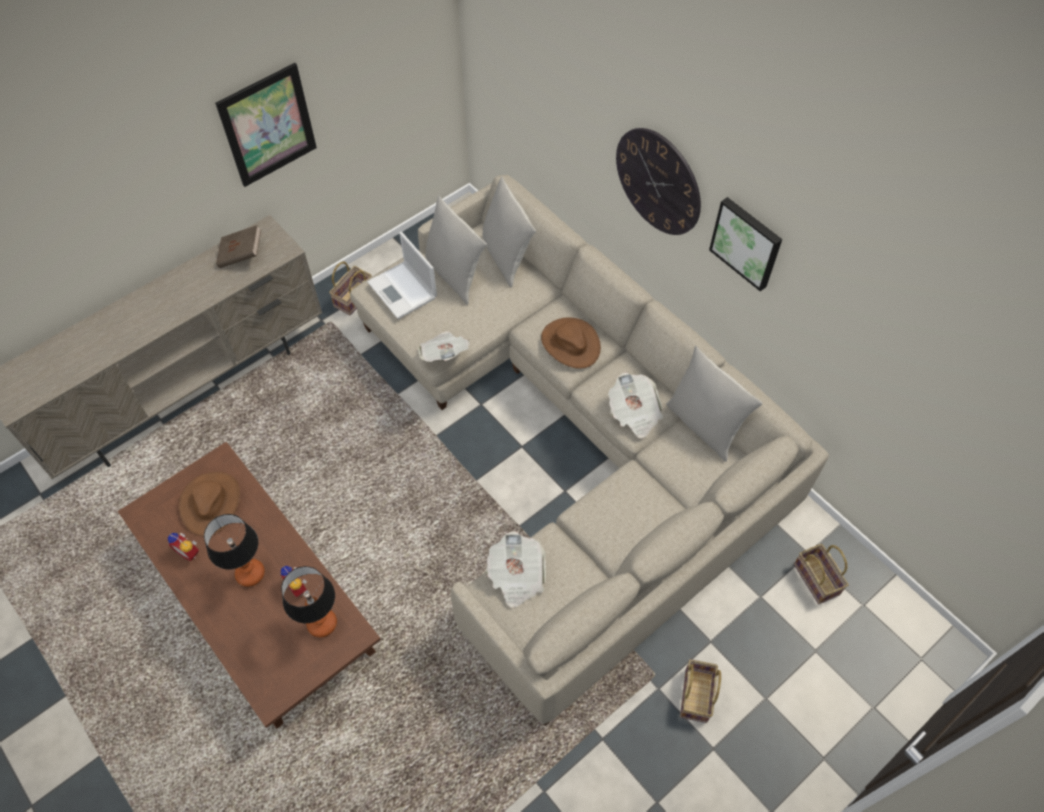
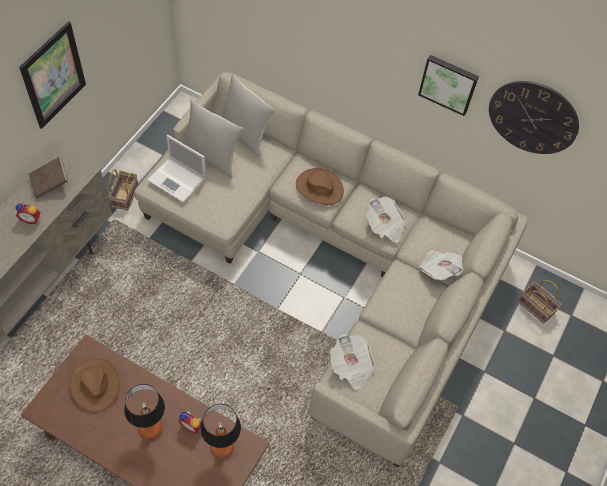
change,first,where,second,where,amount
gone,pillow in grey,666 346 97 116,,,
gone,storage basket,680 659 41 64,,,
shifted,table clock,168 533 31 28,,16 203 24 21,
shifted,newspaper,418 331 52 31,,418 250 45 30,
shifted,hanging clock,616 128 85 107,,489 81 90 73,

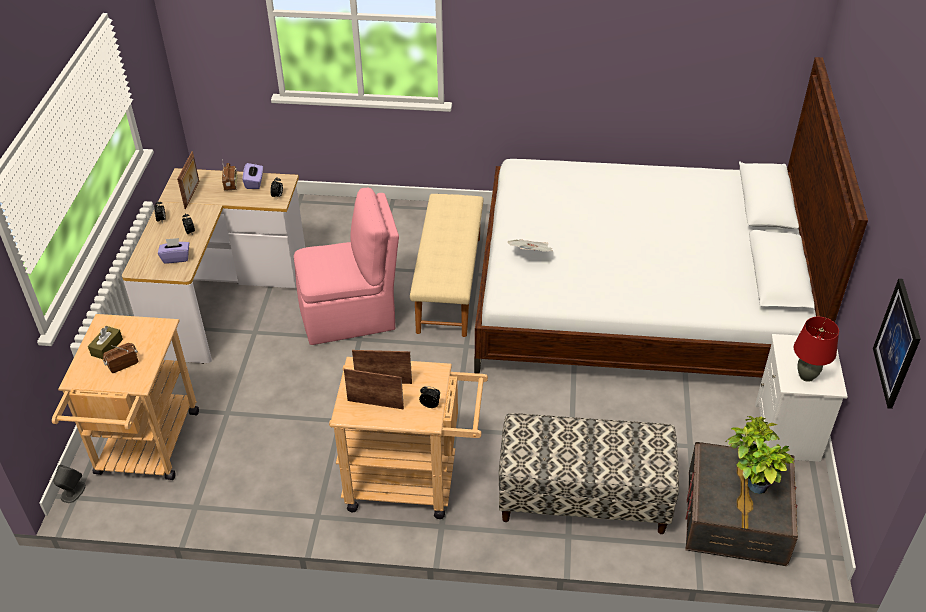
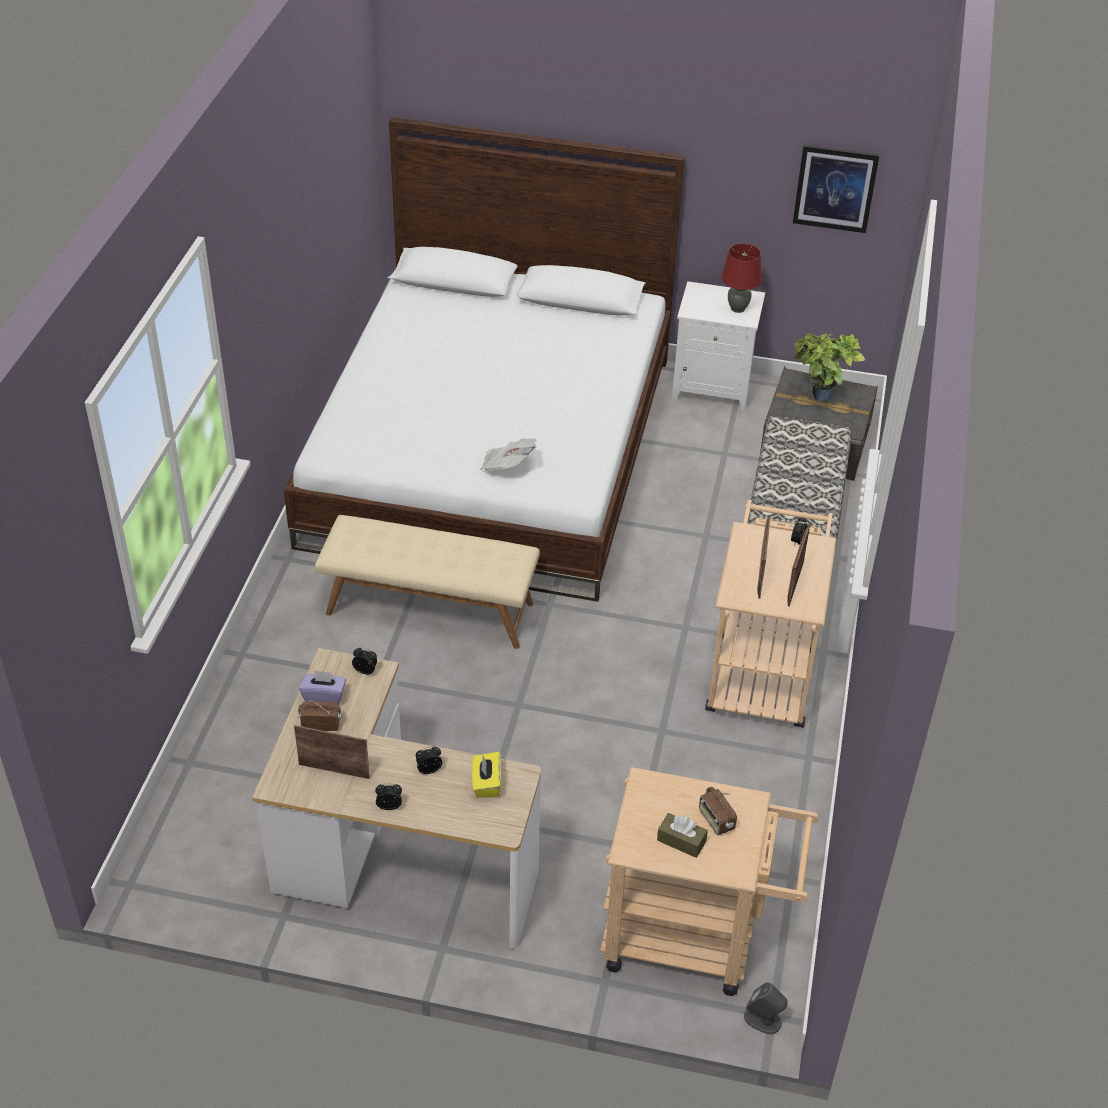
change,first,where,second,where,amount
gone,upright chair in pinkish,294 187 105 158,,,
repainted,tissue box in purple-coloured,158 238 31 26,tissue box in yellow,472 752 29 45,

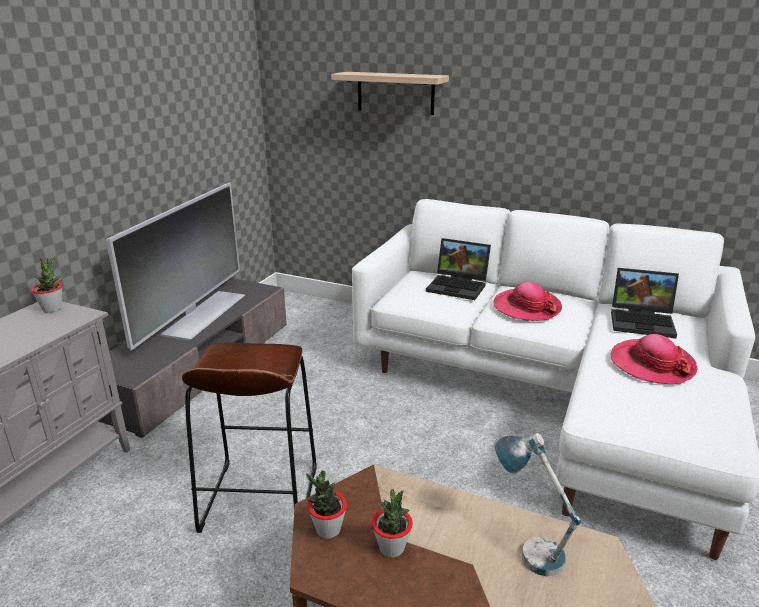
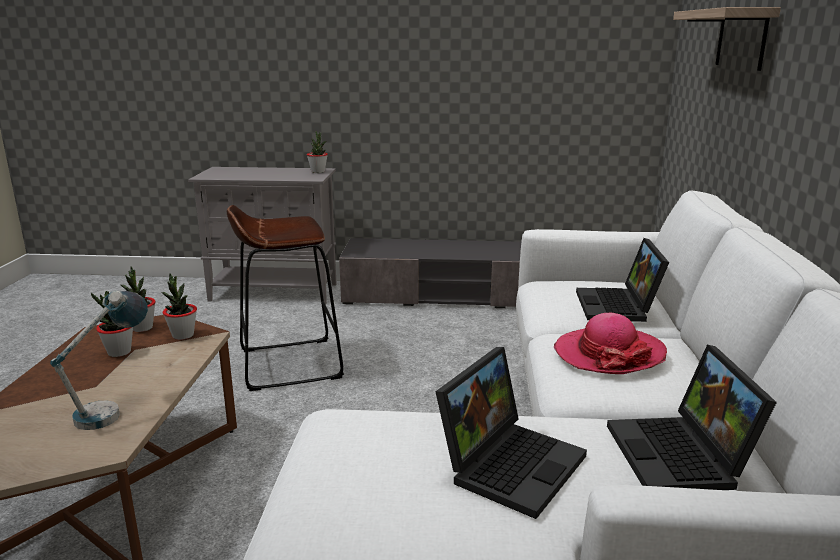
change,first,where,second,where,amount
gone,TV set,106 182 139 169,,,
new,,,houseplant,161 273 36 67,
swapped,hat,610 334 88 50,portable computer,435 347 152 172,

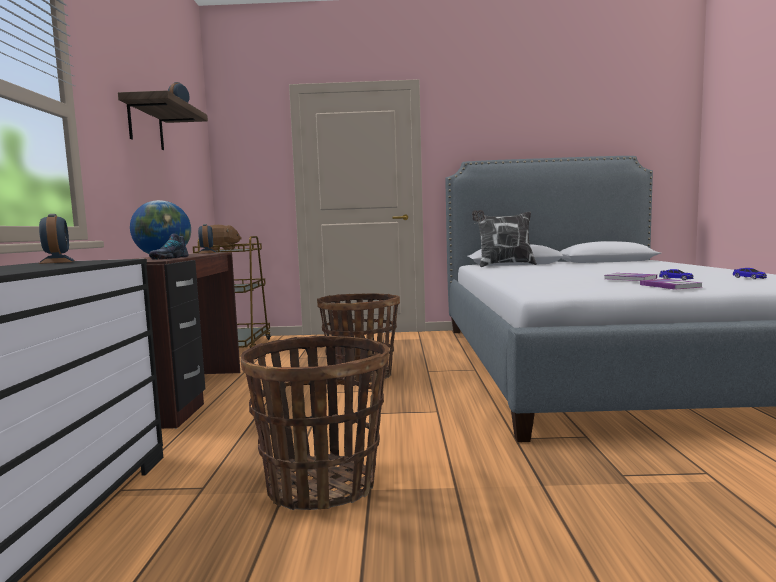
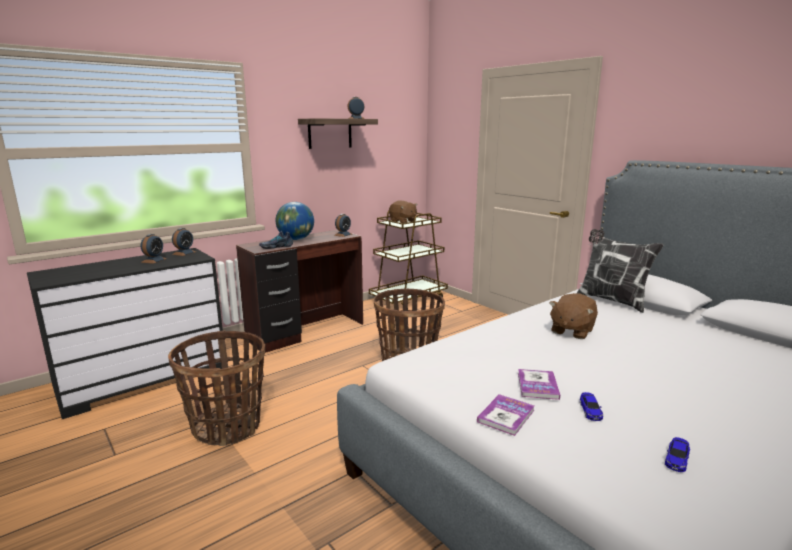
change,first,where,second,where,amount
new,,,table clock,141 234 26 30,
new,,,soft toy in brown-coloured,549 293 49 46,

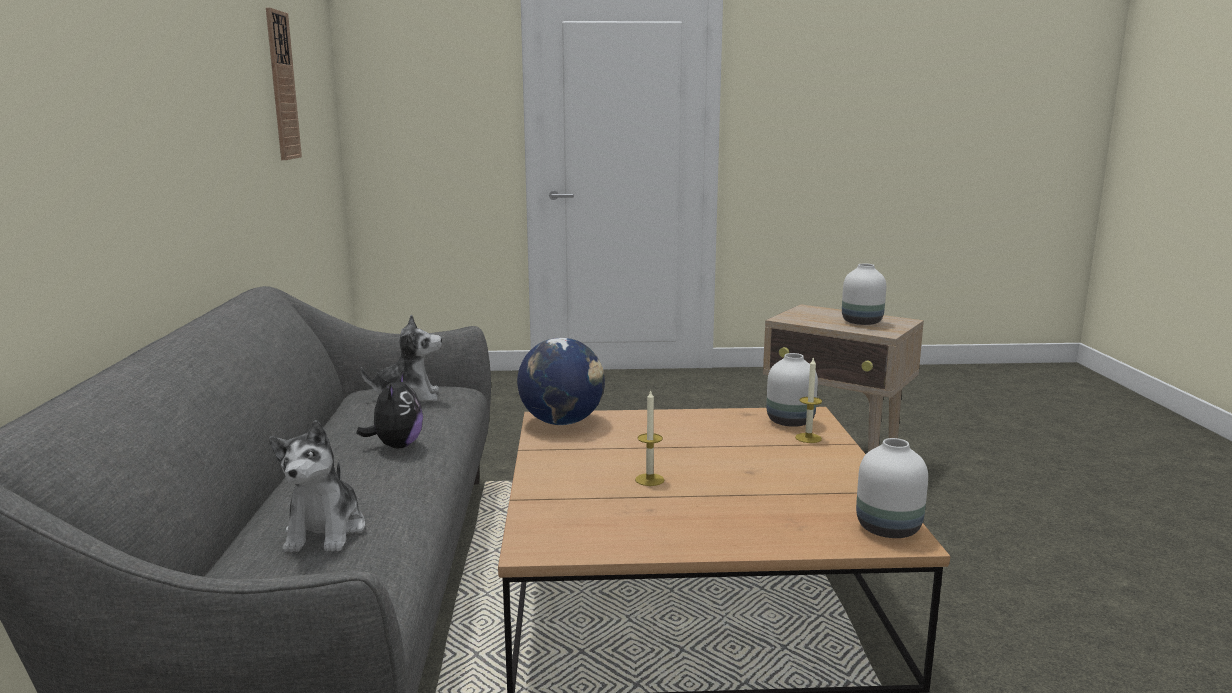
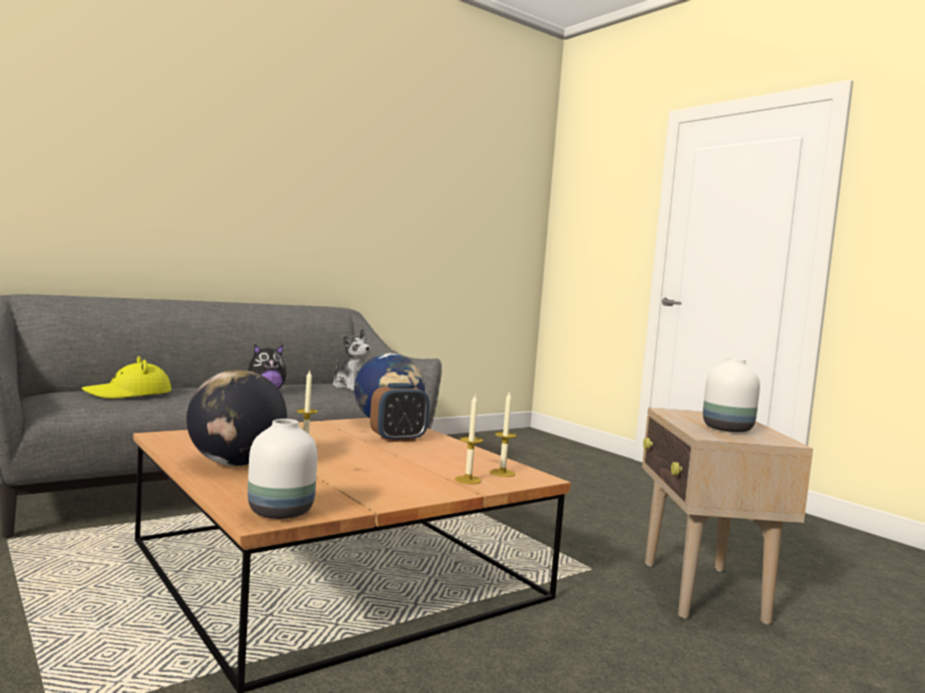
change,first,where,second,where,amount
gone,hanging clock,266 8 36 152,,,
new,,,globe,186 370 101 96,
new,,,table clock,370 383 59 59,
swapped,soft toy,269 420 96 132,hat in yellow,82 356 89 43,
swapped,decorative vase in whitish,767 353 51 74,candle,490 392 27 85,

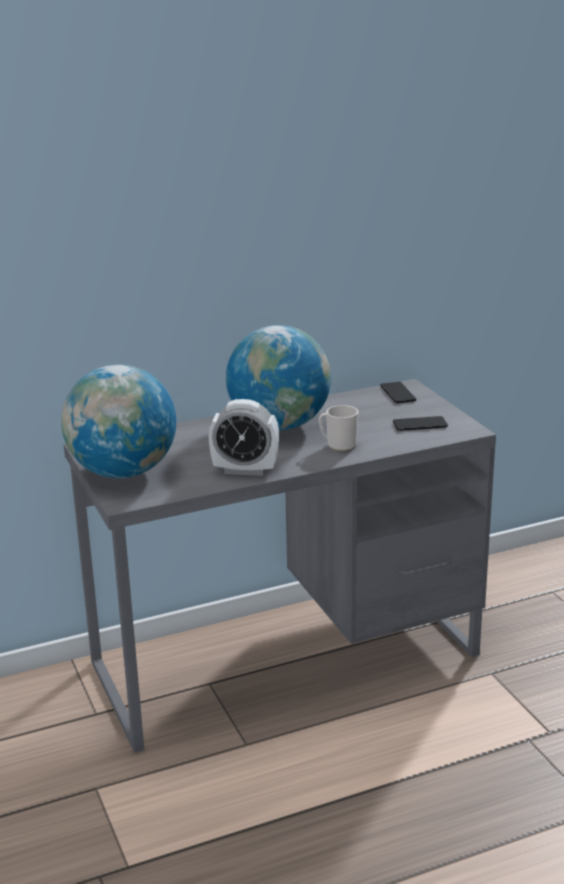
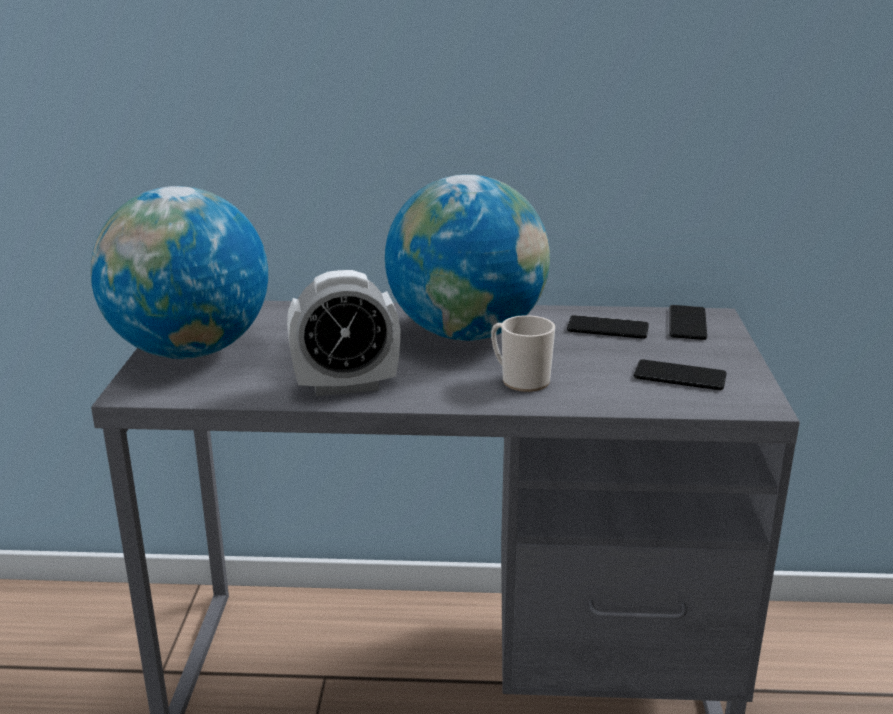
change,first,where,second,where,amount
new,,,handset,567 315 82 24,
rotated,table clock,208 399 71 77,,287 270 113 126,45 degrees counterclockwise

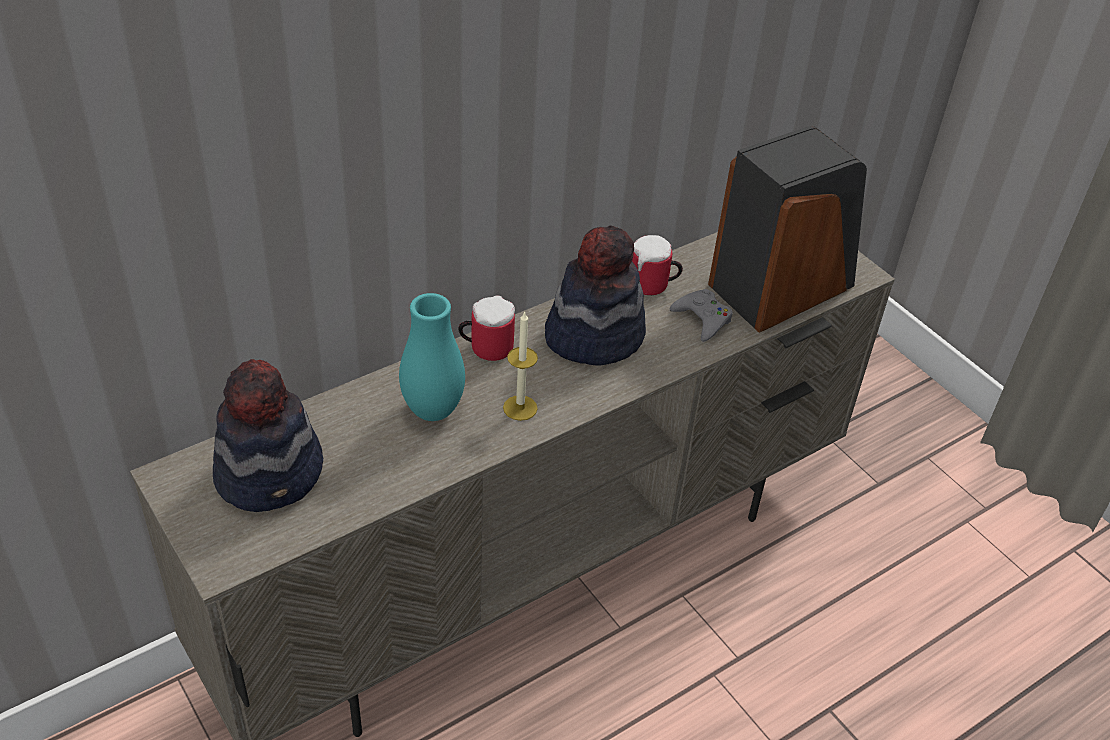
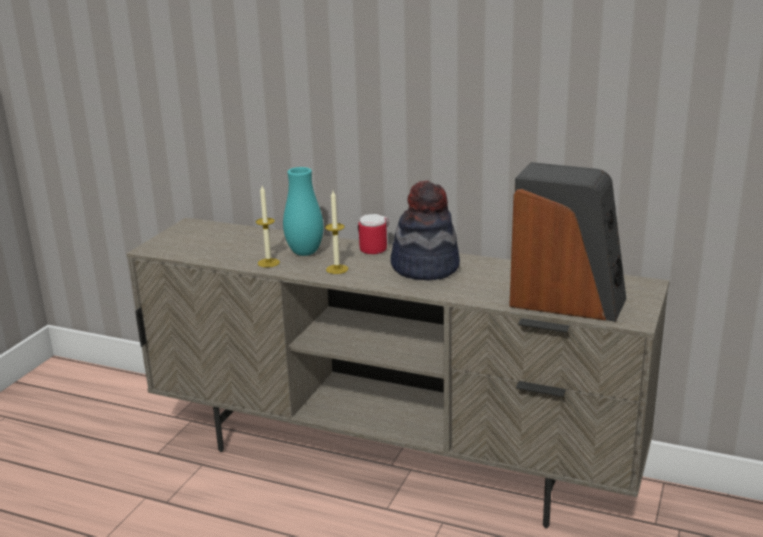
change,first,where,second,where,amount
gone,hat,213 359 110 153,,,
gone,mug,632 235 51 60,,,
gone,joypad in grey,670 289 63 53,,,
new,,,candle,256 186 24 81,

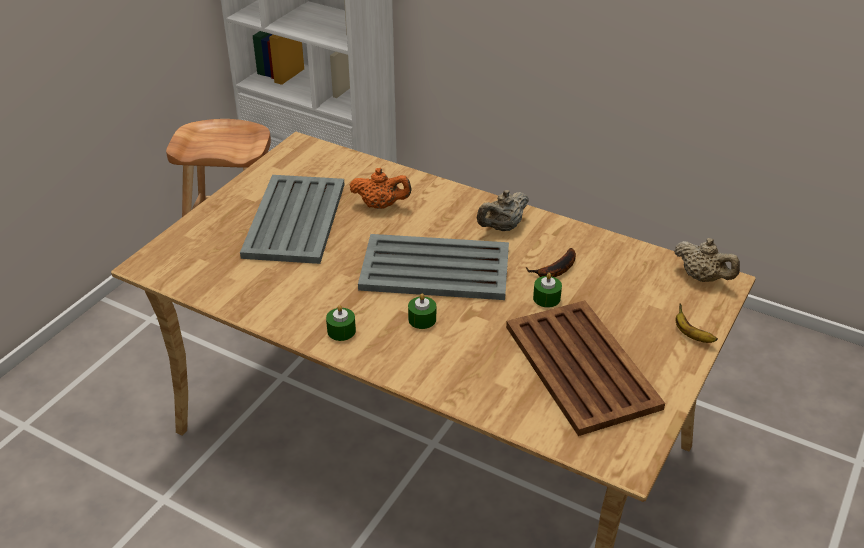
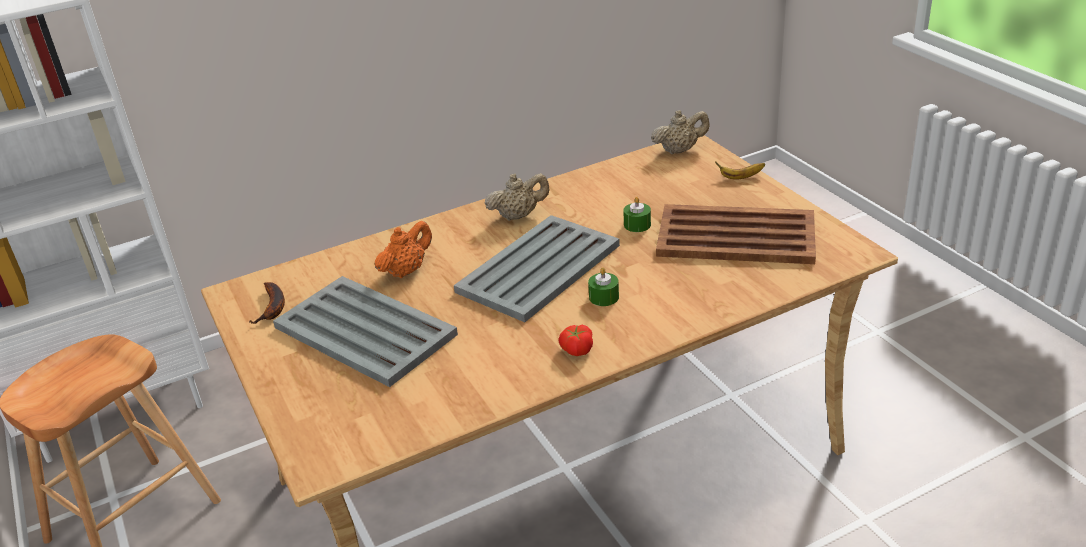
change,first,where,second,where,amount
shifted,banana fruit,526 248 50 29,,250 282 35 42,
swapped,candle in green,326 305 30 36,fresh tomato,559 325 34 31,
rotated,tea pot in beige-coloured,477 190 52 41,,484 173 65 48,105 degrees counterclockwise

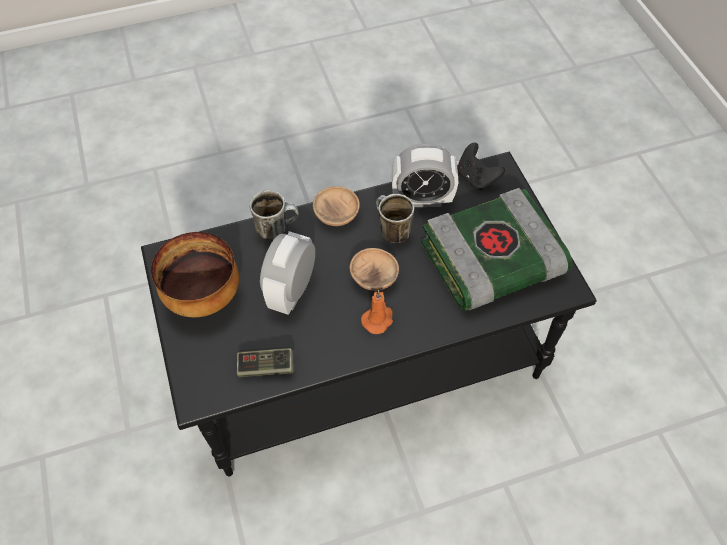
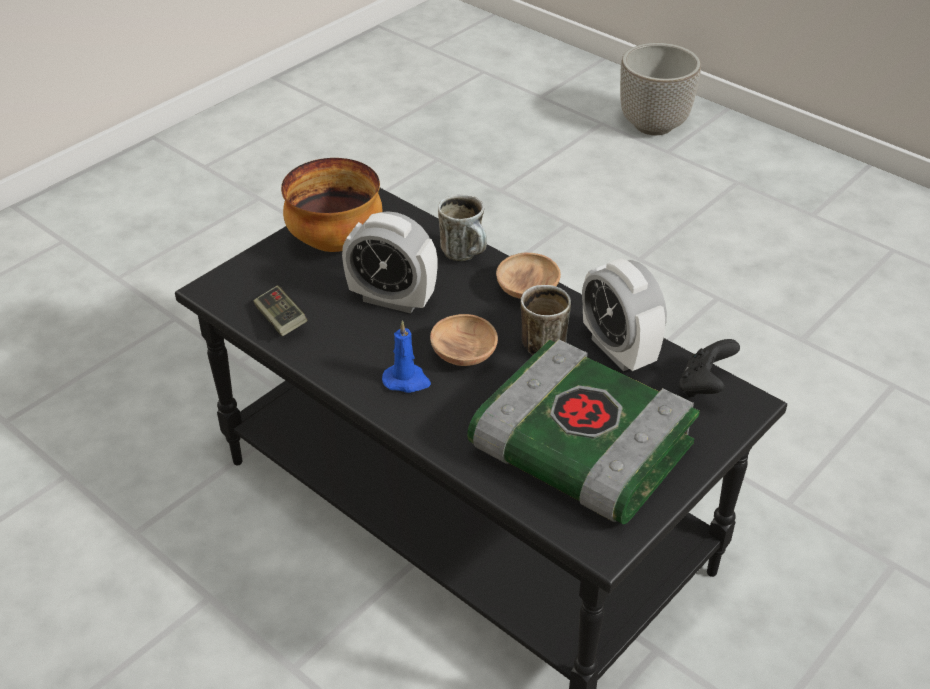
change,first,where,second,where,amount
new,,,plant pot,620 43 81 92,
repainted,candle in orangey,361 290 32 44,candle in blue,382 320 49 73,
rotated,table clock,260 231 55 84,,342 211 96 102,150 degrees counterclockwise

